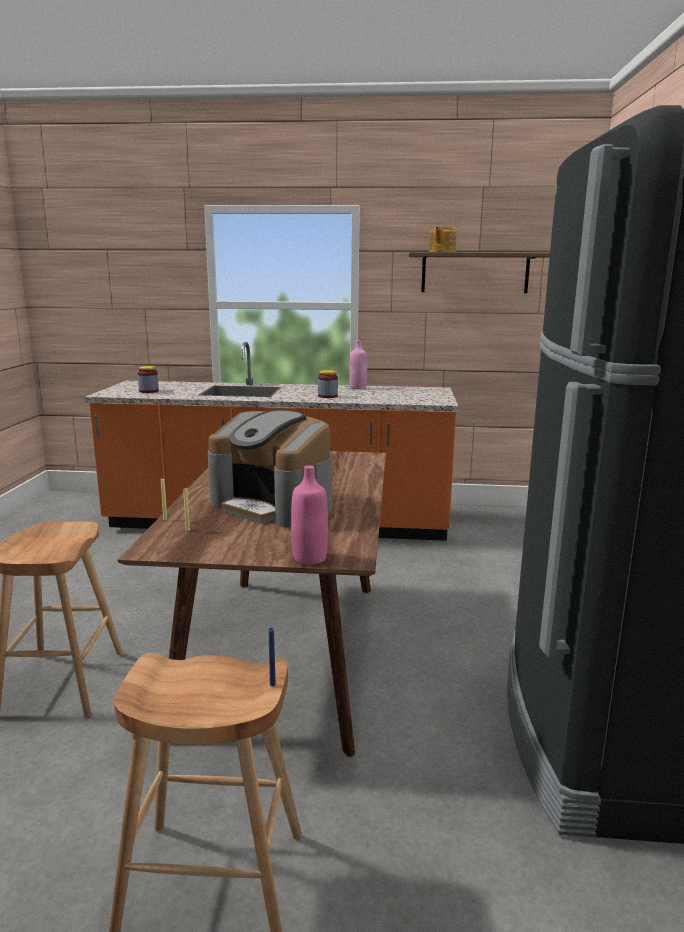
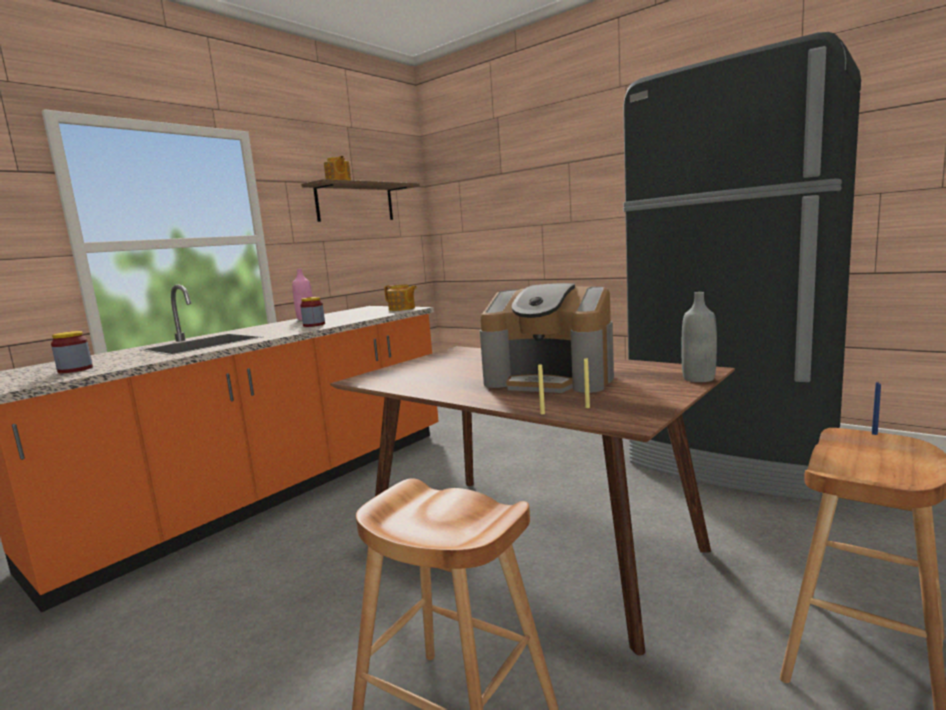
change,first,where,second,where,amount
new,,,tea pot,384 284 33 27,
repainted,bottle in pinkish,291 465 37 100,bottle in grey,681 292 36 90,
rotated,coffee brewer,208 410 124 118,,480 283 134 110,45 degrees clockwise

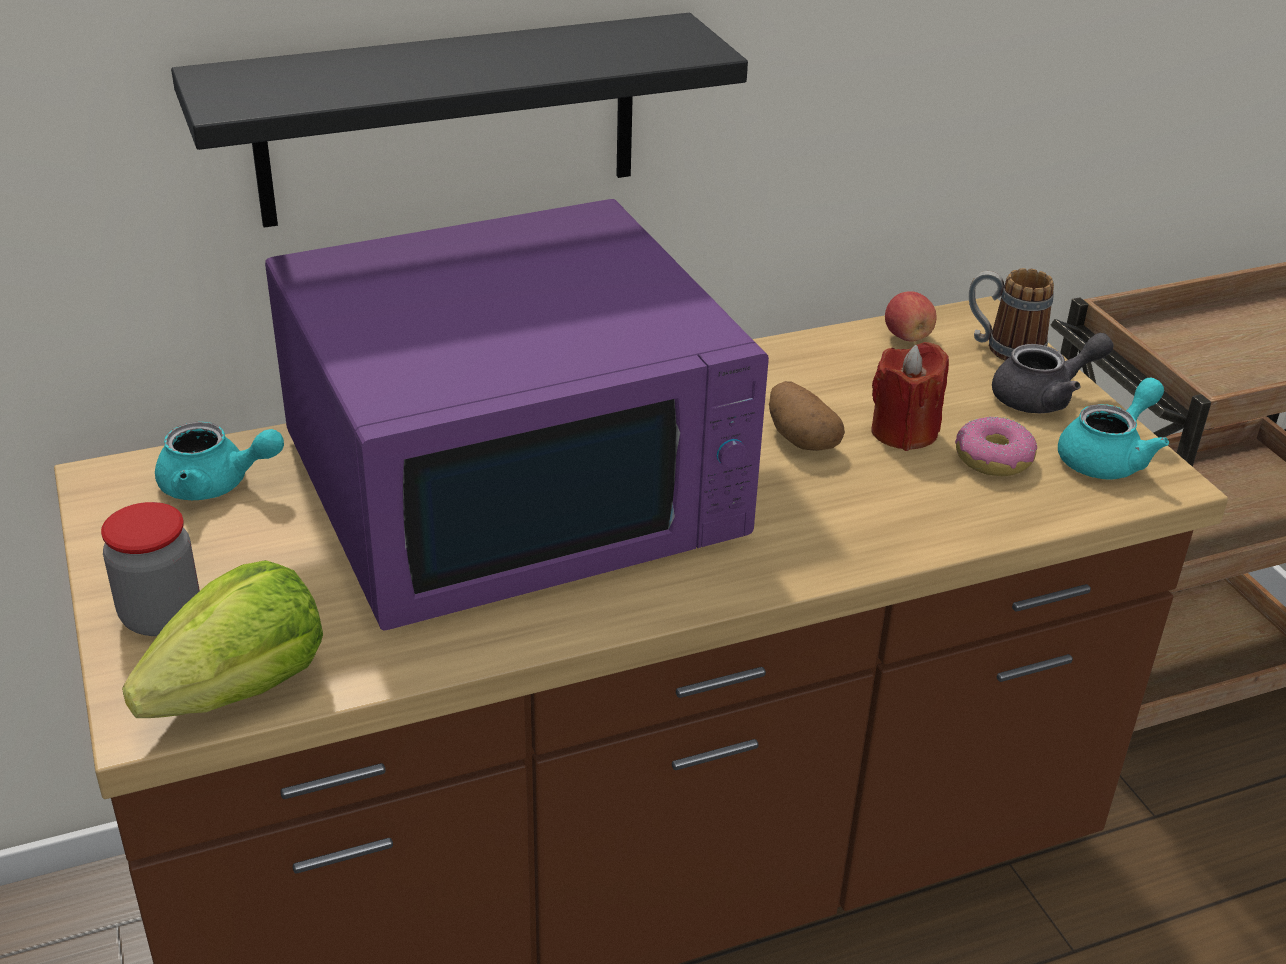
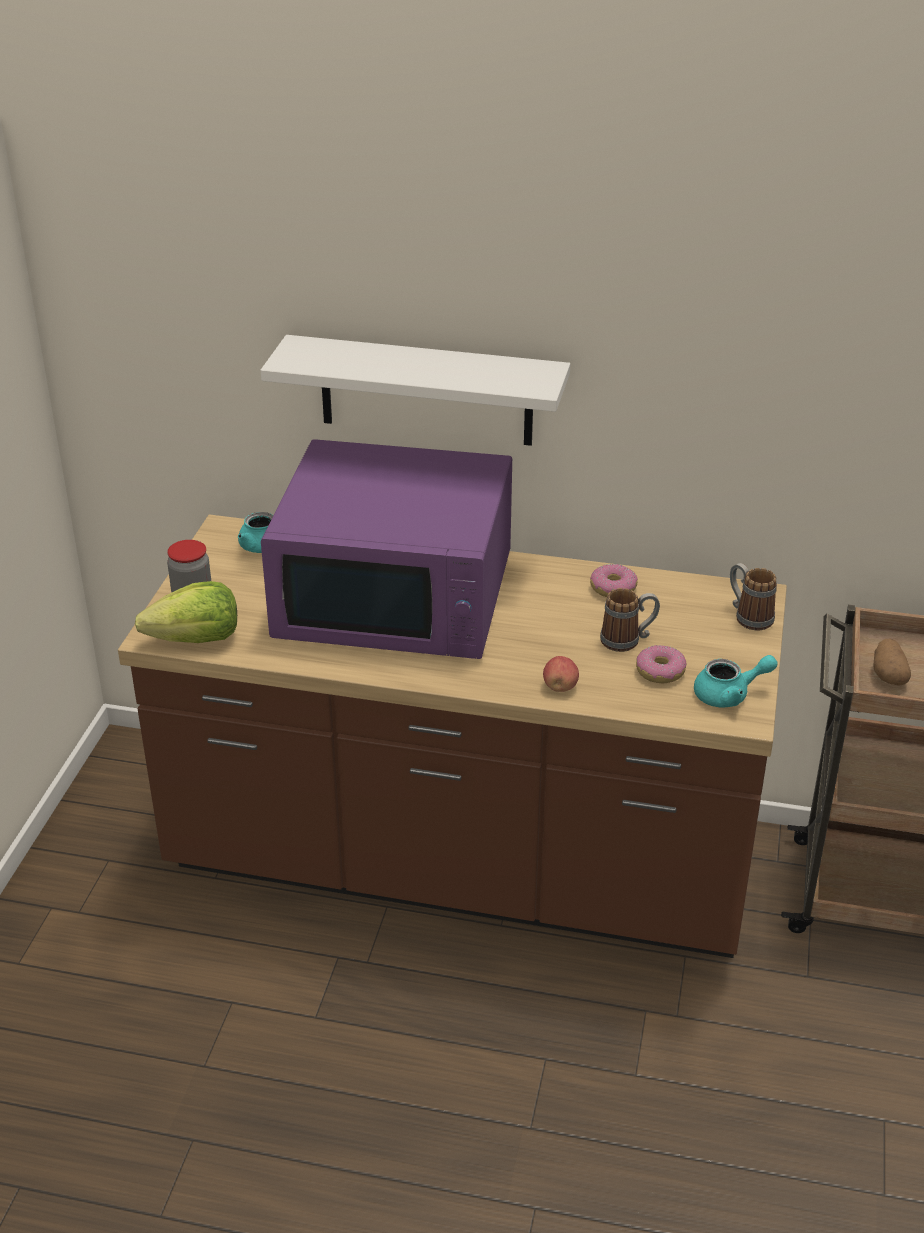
change,first,where,second,where,amount
gone,tea pot in grey,992 333 122 80,,,
new,,,doughnut,590 564 48 33,
shifted,potato,769 381 76 70,,874 639 37 47,
shifted,apple fruit,885 292 52 50,,543 656 36 36,
swapped,candle in reddish,871 342 78 109,mug,600 588 60 64,
repainted,shelf in black-coloured,171 13 577 215,shelf in whitish,261 335 309 111,

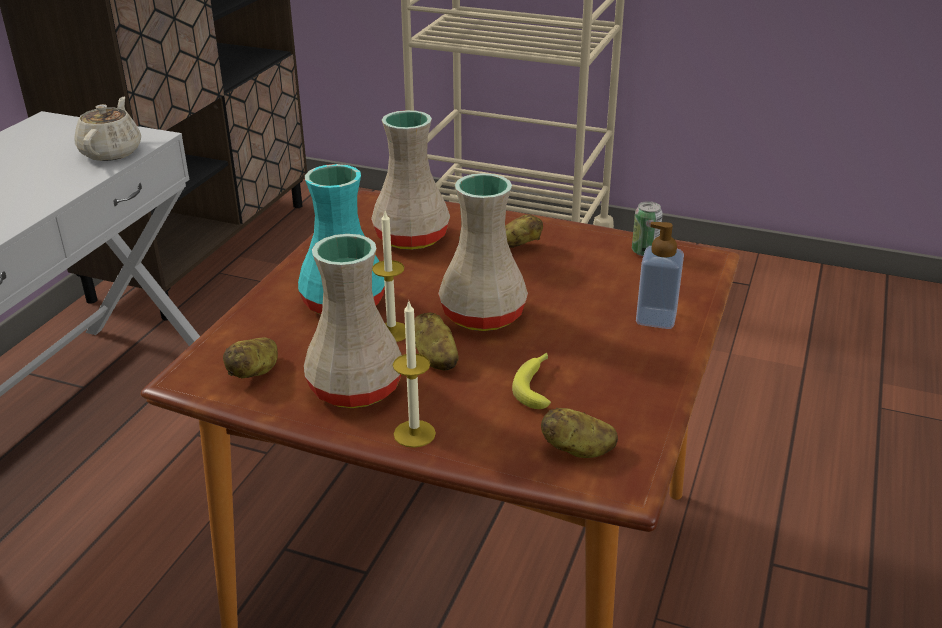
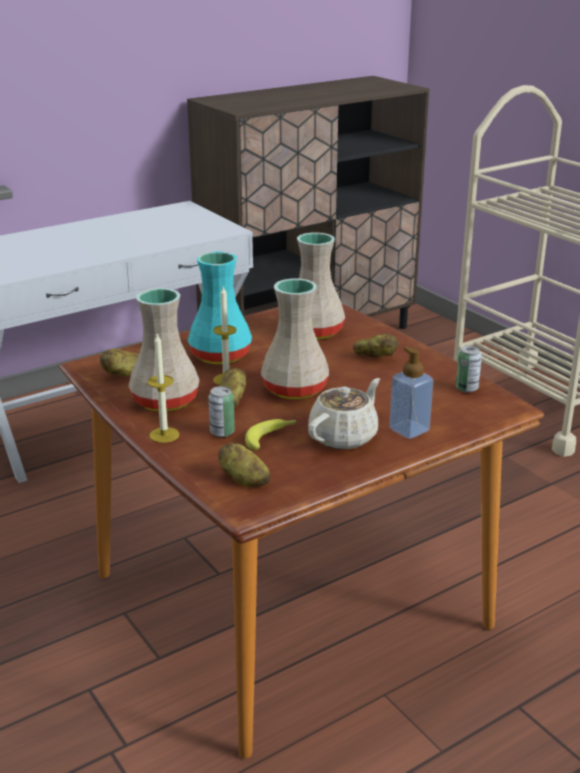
change,first,where,second,where,amount
new,,,metal can,208 386 27 51,
shifted,tea pot in beige-coloured,74 97 67 64,,308 378 72 71,

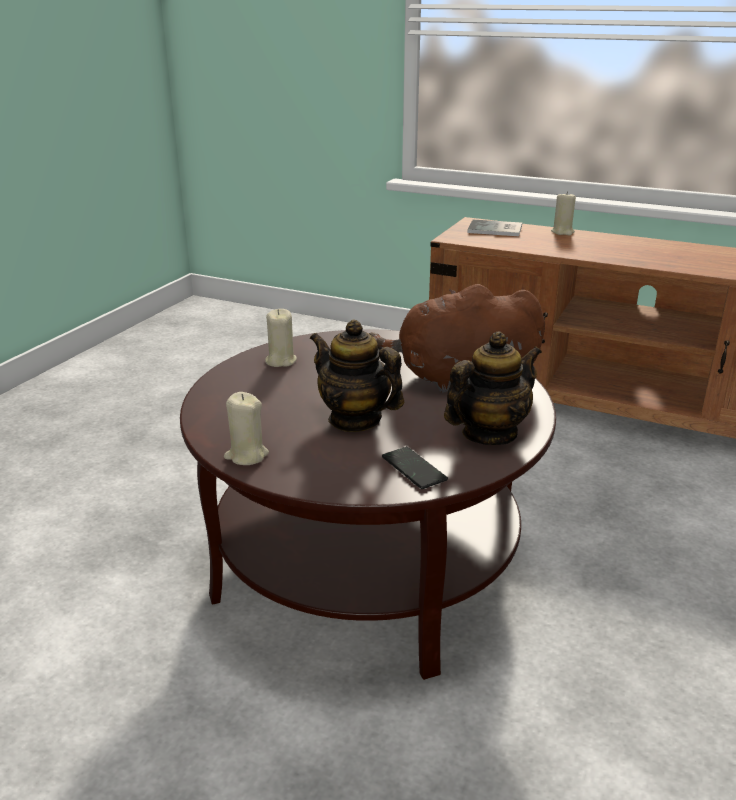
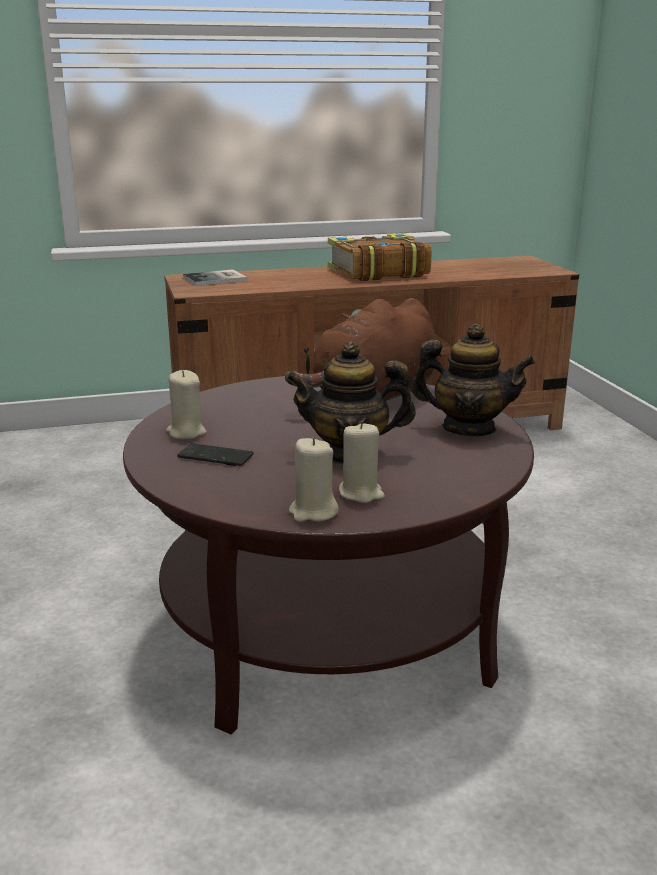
change,first,where,second,where,amount
new,,,book,328 233 104 48,
shifted,handset,382 447 66 42,,177 443 77 23,
shifted,candle in beige-coloured,551 191 25 44,,339 422 46 81,
rotated,tea pot,444 331 98 114,,411 324 124 112,90 degrees clockwise

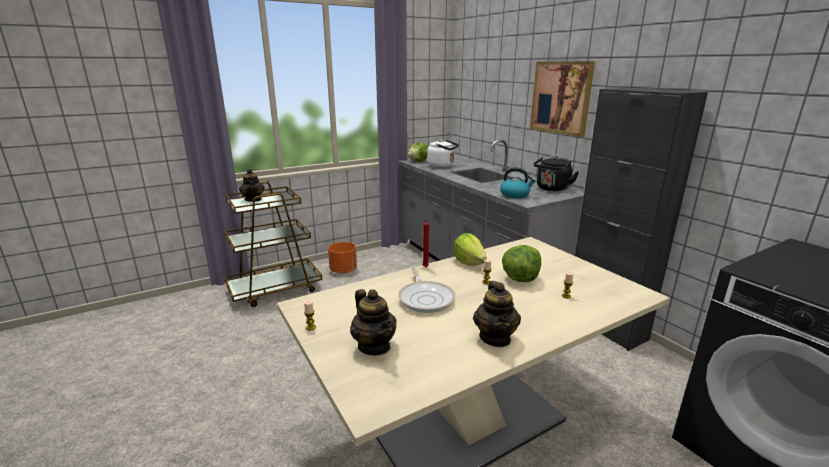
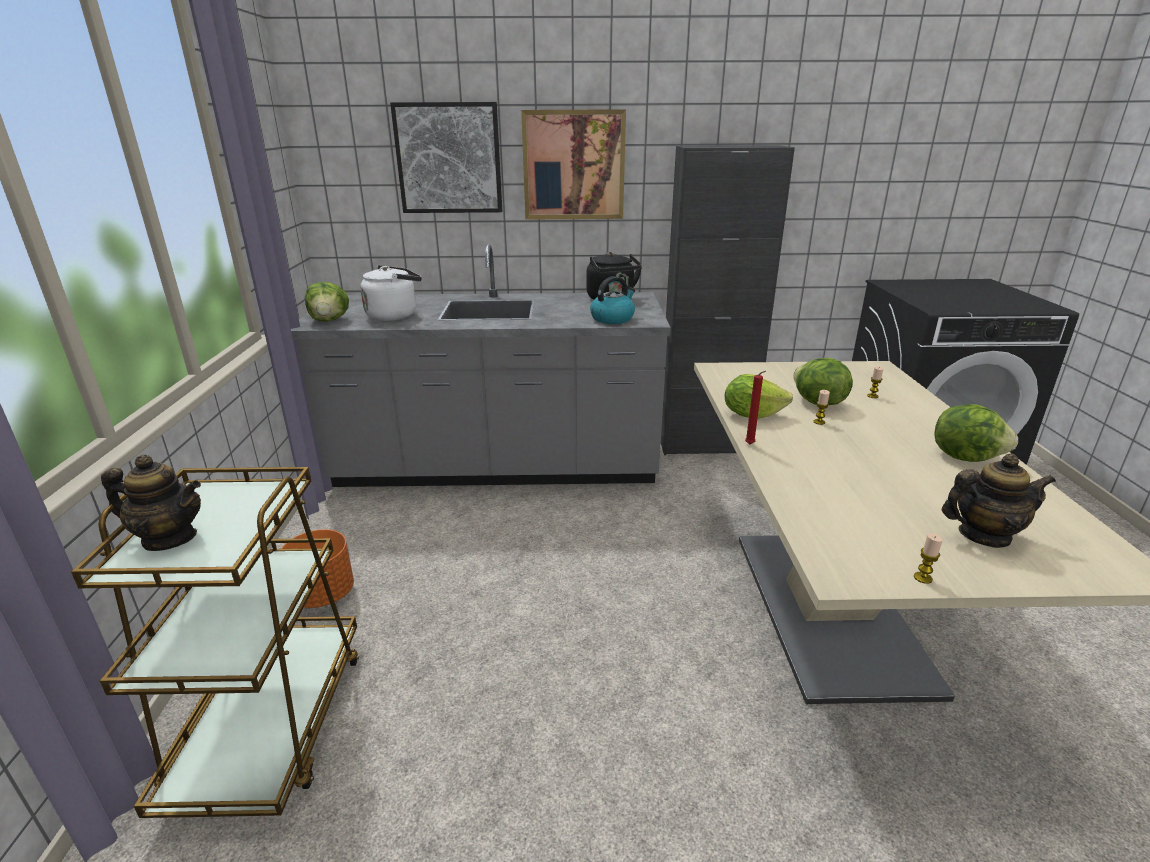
change,first,where,second,where,amount
gone,pan,398 268 57 45,,,
new,,,picture,390 102 112 111,
swapped,tea pot,473 281 48 66,lettuce,934 404 84 58,

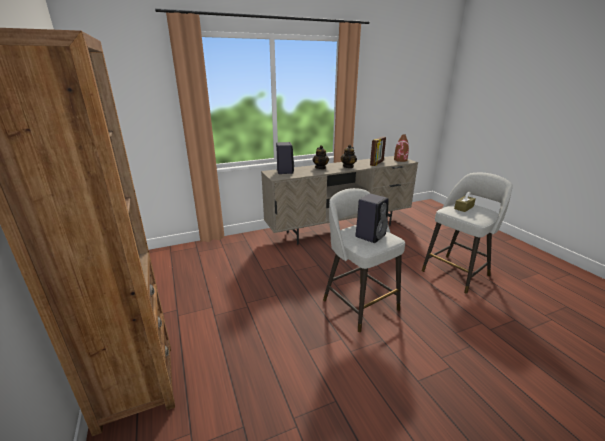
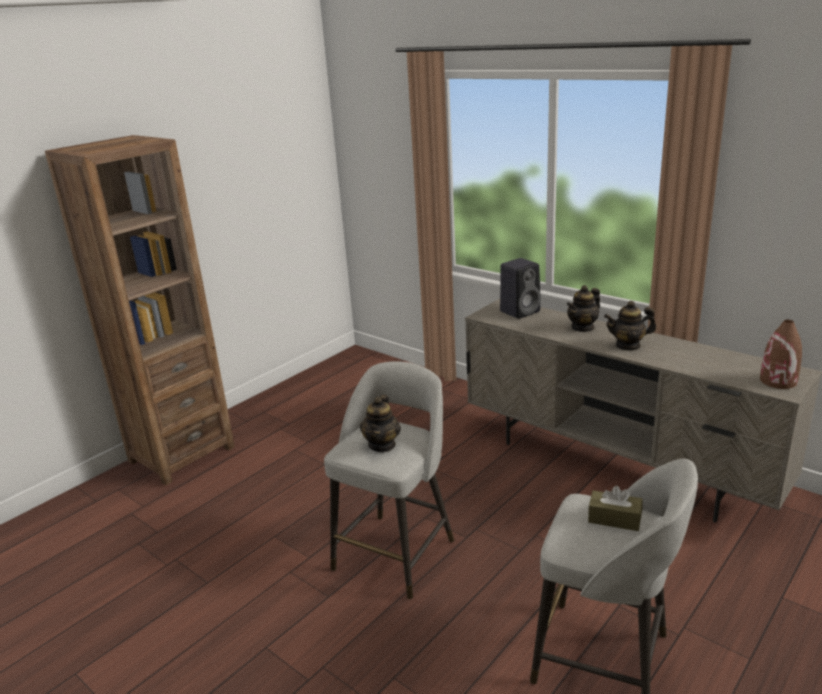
change,first,where,second,where,amount
gone,standing frame,370 136 16 30,,,
swapped,loudspeaker in black-coloured,355 194 34 49,tea pot,360 395 41 57,

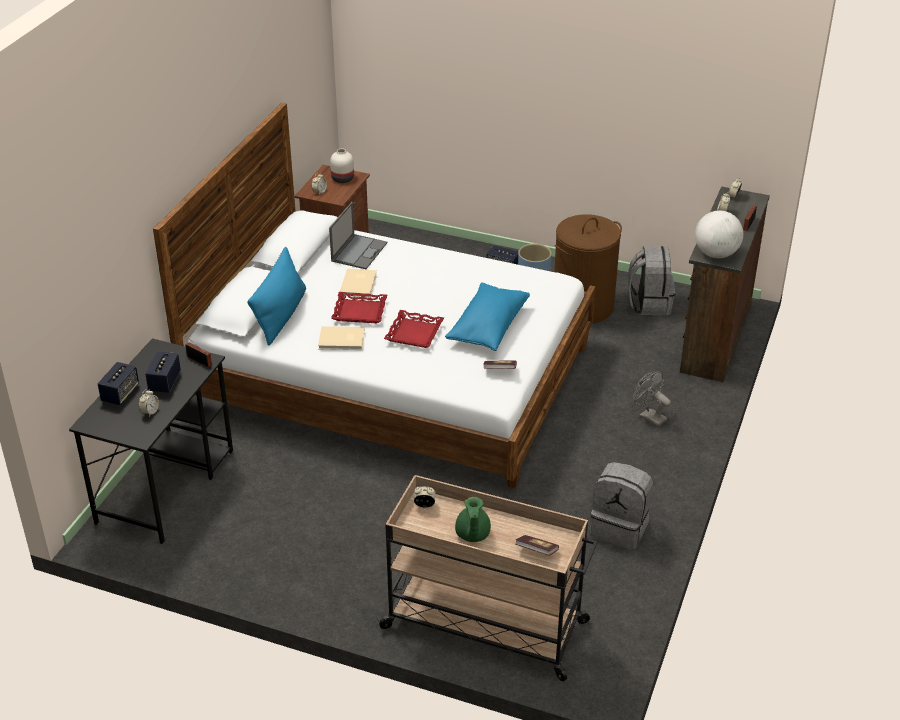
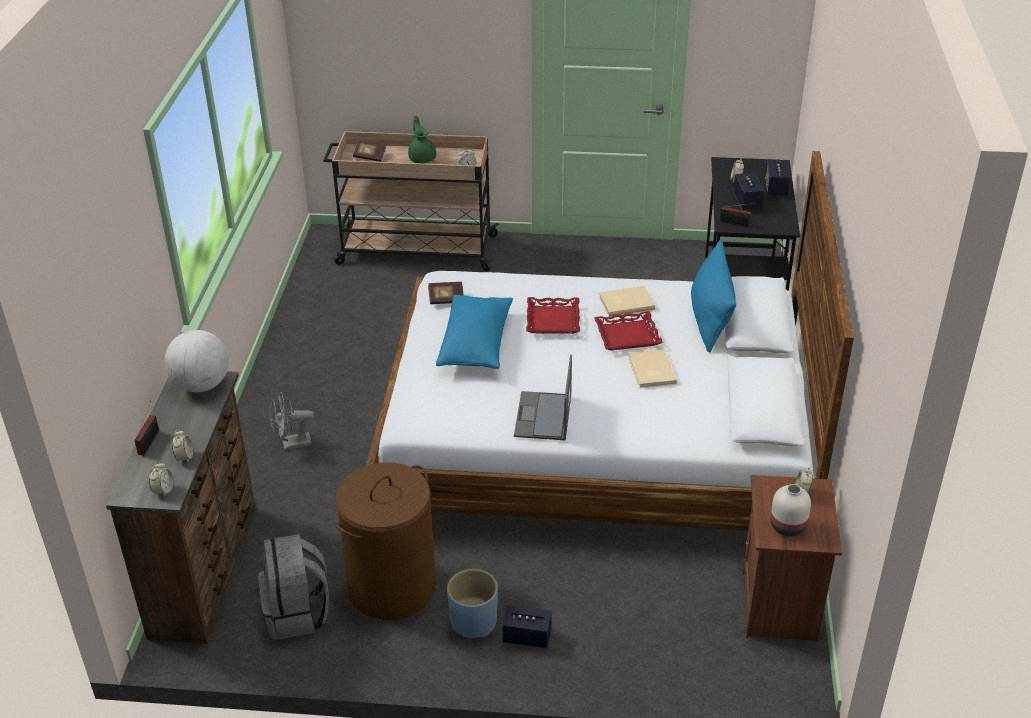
change,first,where,second,where,amount
gone,backpack in grey,590 462 63 88,,,
shifted,portable computer,329 202 58 67,,514 355 58 85,
rotated,cooling fan in grey,633 371 38 56,,269 392 45 58,135 degrees clockwise

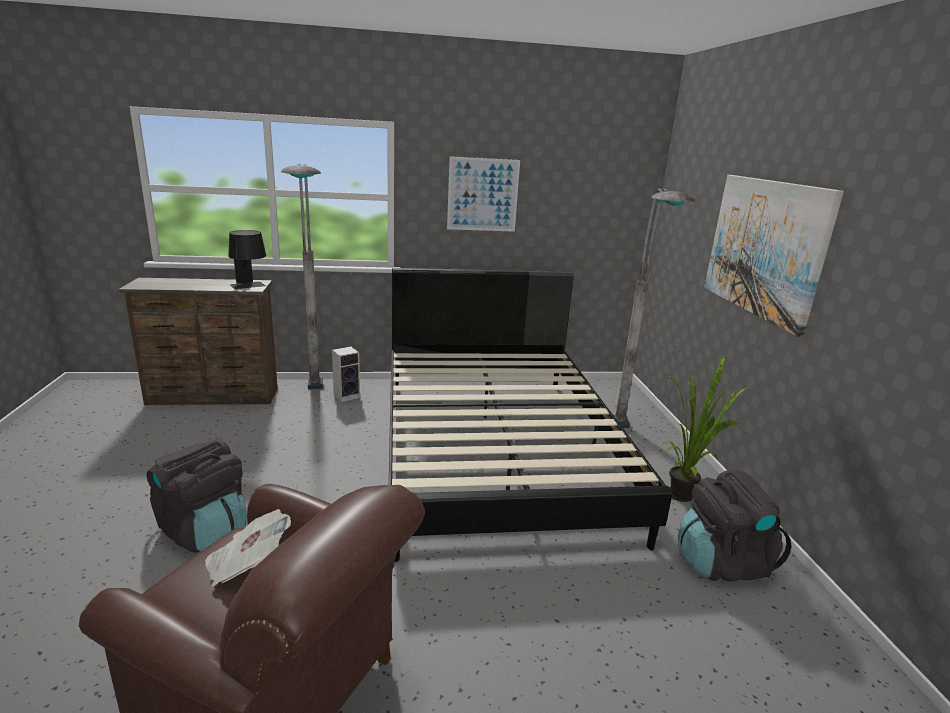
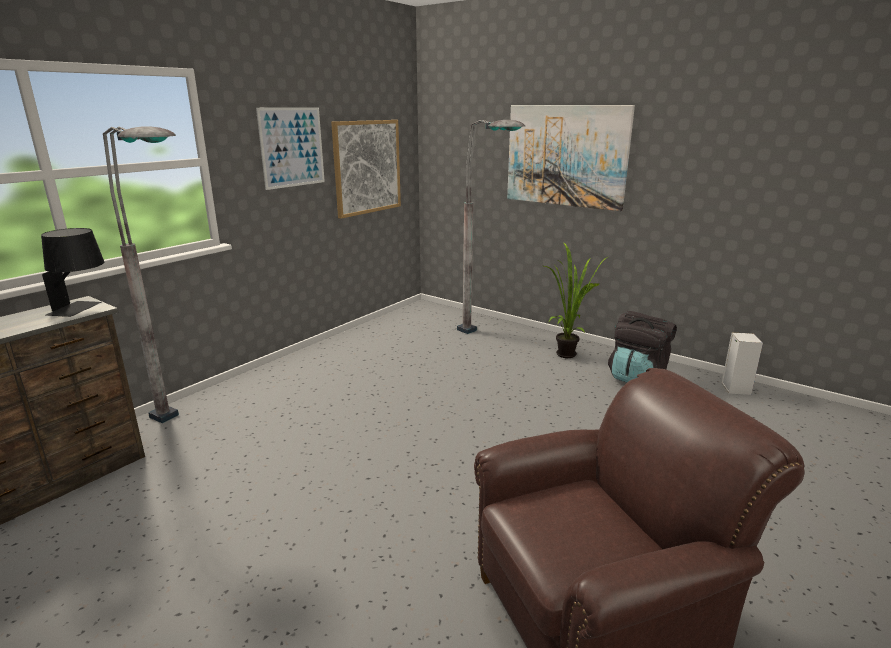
change,first,where,second,where,amount
gone,backpack in black-coloured,147 440 100 113,,,
gone,newspaper,205 509 86 78,,,
gone,bed in black-coloured,389 268 283 294,,,
new,,,picture,331 120 70 99,
shifted,loudspeaker,332 346 28 56,,721 333 42 62,

